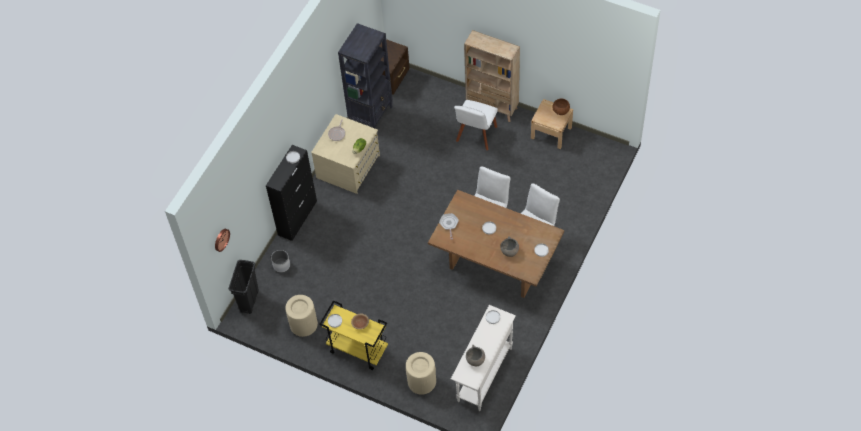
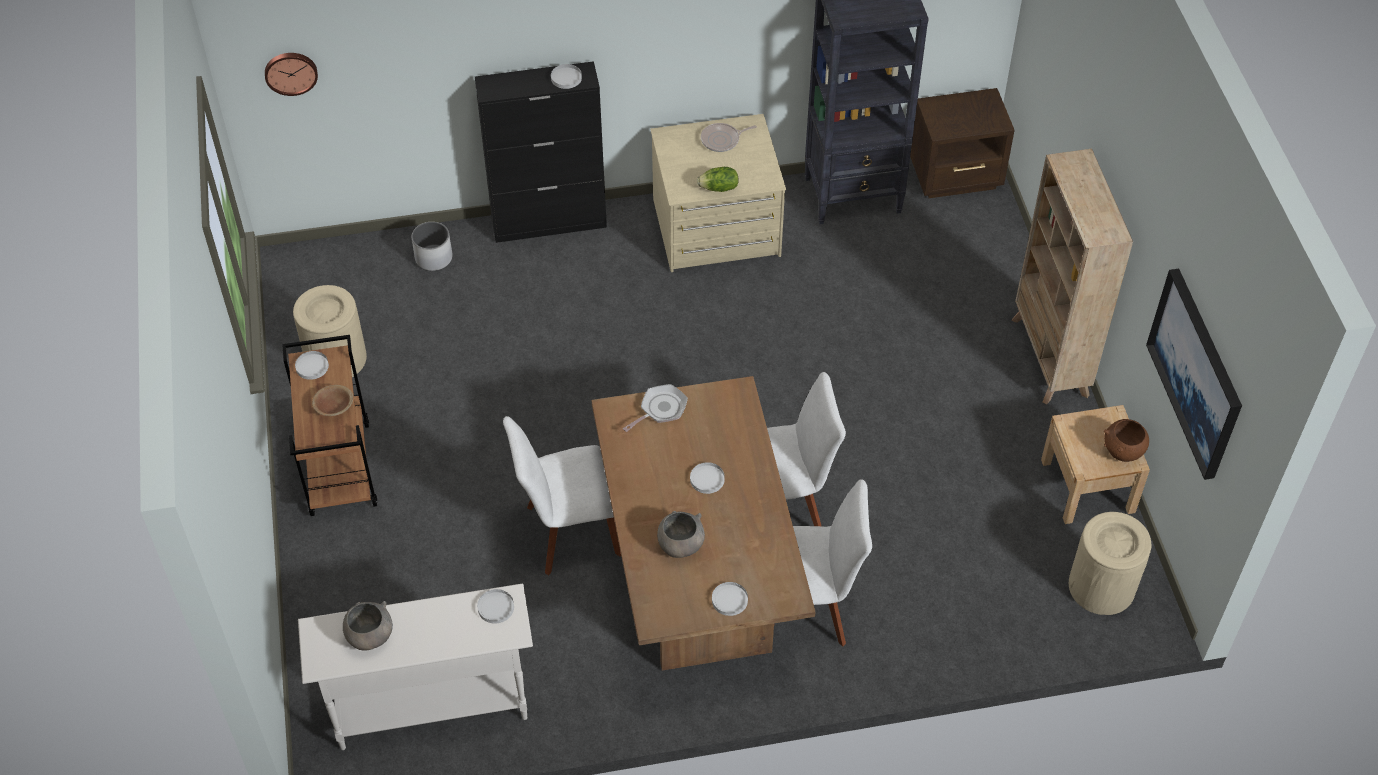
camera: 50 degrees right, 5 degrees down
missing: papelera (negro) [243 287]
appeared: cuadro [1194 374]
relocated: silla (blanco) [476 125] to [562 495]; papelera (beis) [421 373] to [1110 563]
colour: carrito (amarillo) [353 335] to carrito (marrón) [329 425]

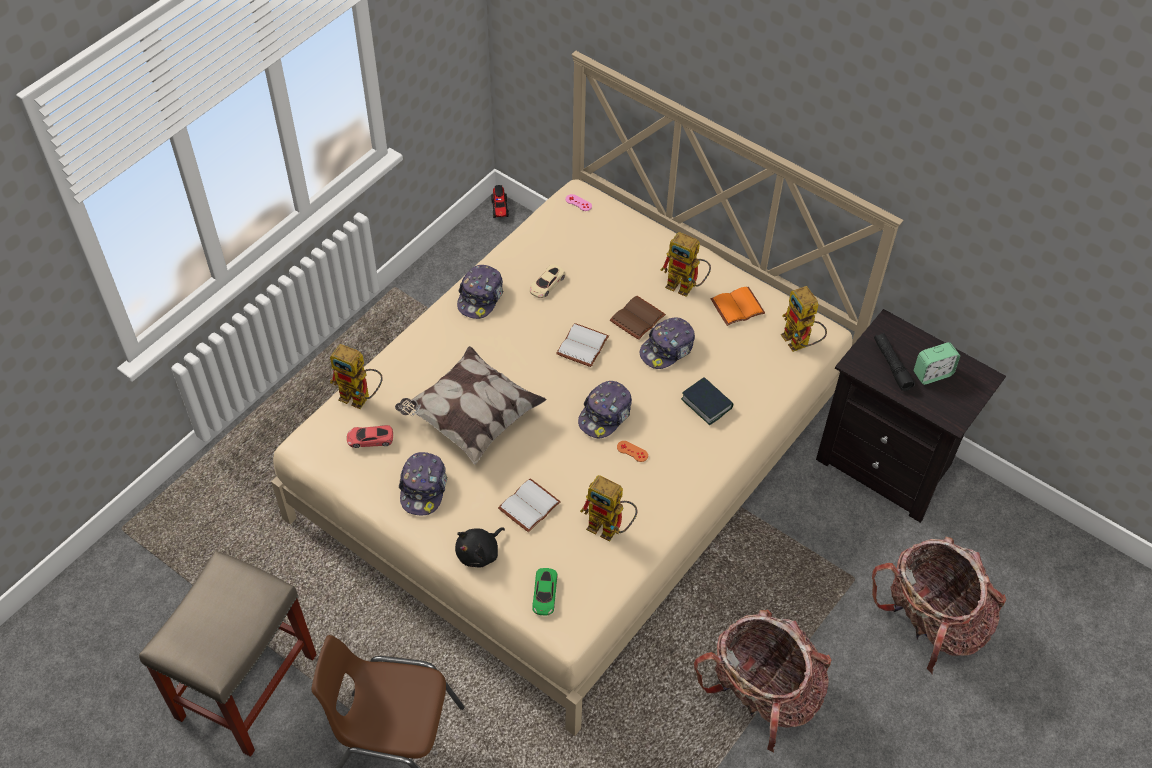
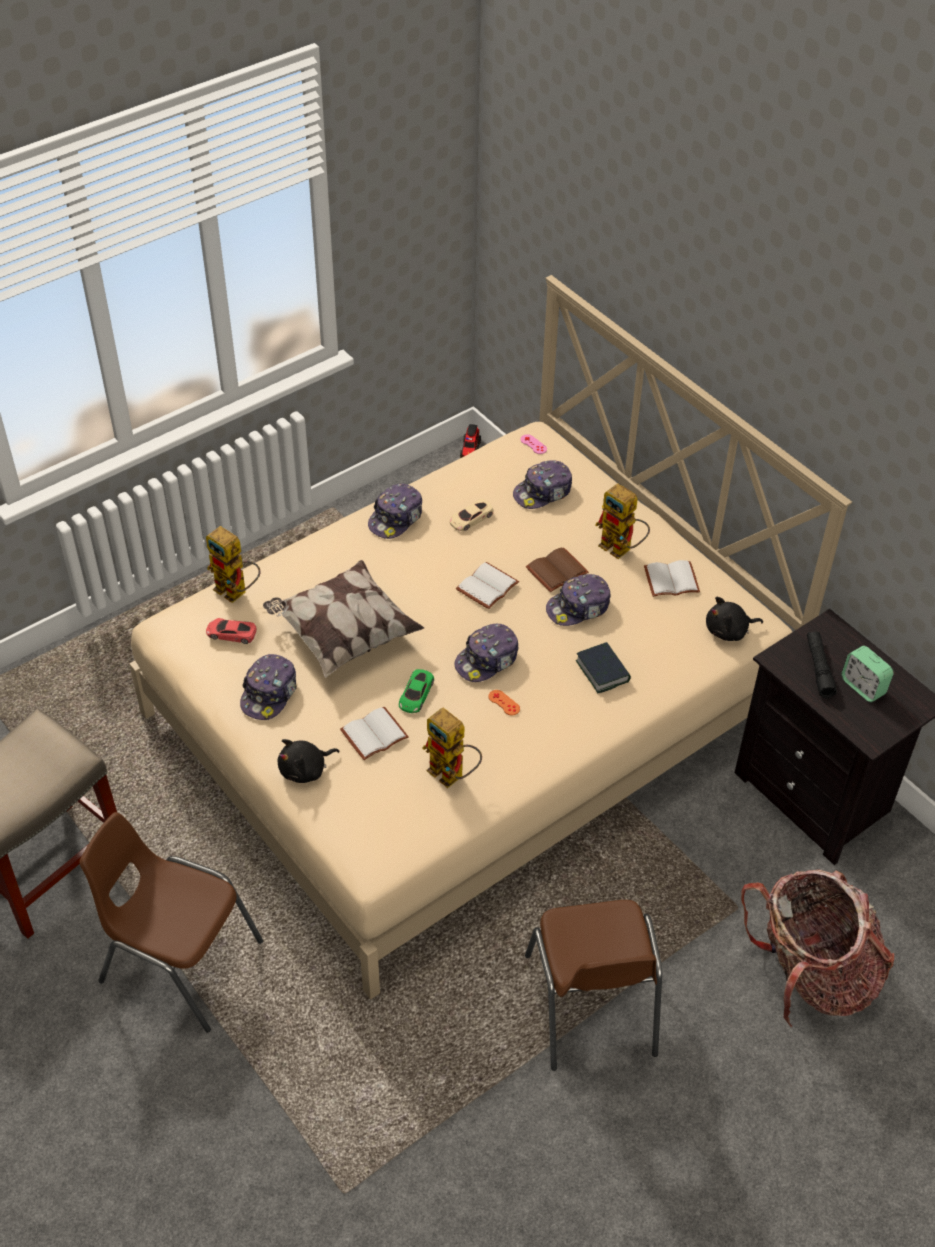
camera: 15 degrees right, 5 degrees down
appeared: gorra [542 484]
relocated: coche de juguete (verde) [544 592] to [416 691]
exchanged: robot de juguete [804 319] to peluche (negro) [734 619]; mochila [762 681] to silla (marrón) [593 985]
colour: libro (naranja) [738 306] to libro (blanco) [672 578]
spun: despertador [937 363] = [867 674] 60 degrees clockwise

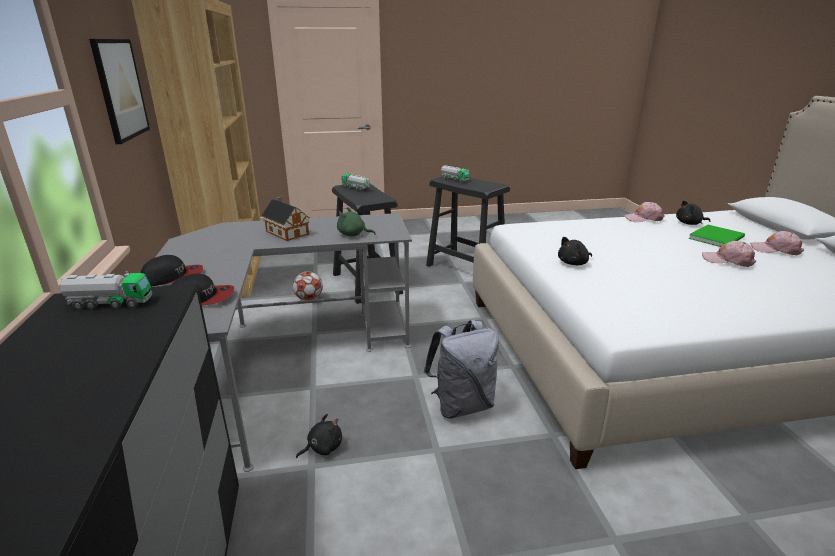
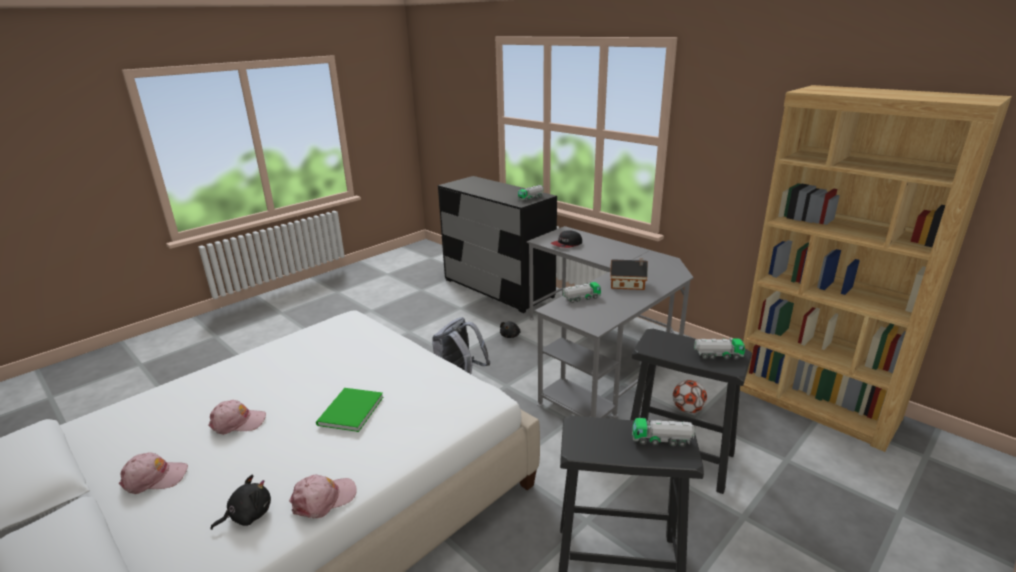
camera: 145 degrees right, 0 degrees up
missing: cuadro [119 91]; peluche (negro) [575 251]; gorra [172 270]
relocated: libro (verde) [716 236] to [349 410]
exchanged: peluche (verde) [356 222] to camión de juguete [582 292]

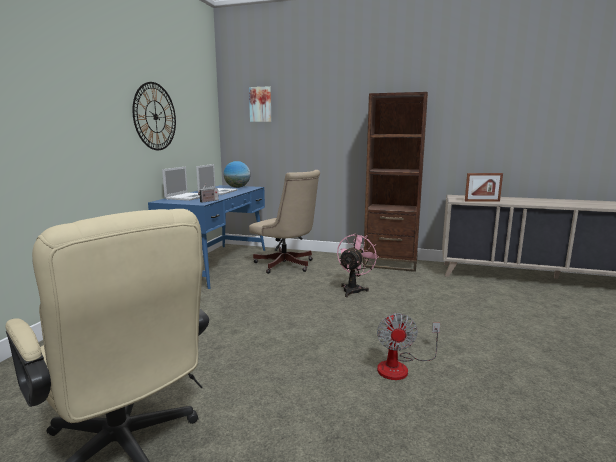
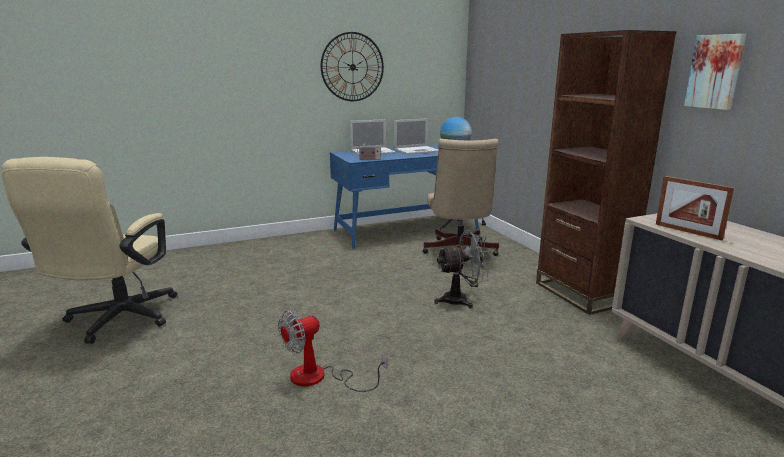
camera: 50 degrees right, 5 degrees up
relocated: cuadro [260 104] to [715 72]
colour: ventilador (rosa) [358 265] to ventilador (gris) [462 269]

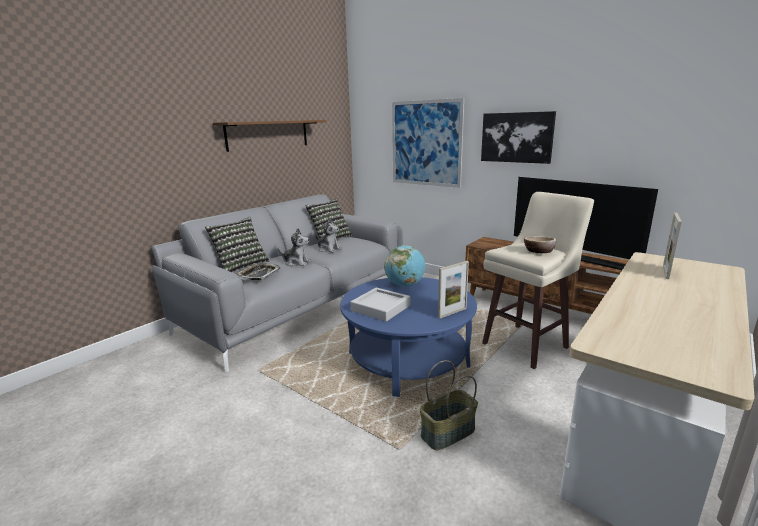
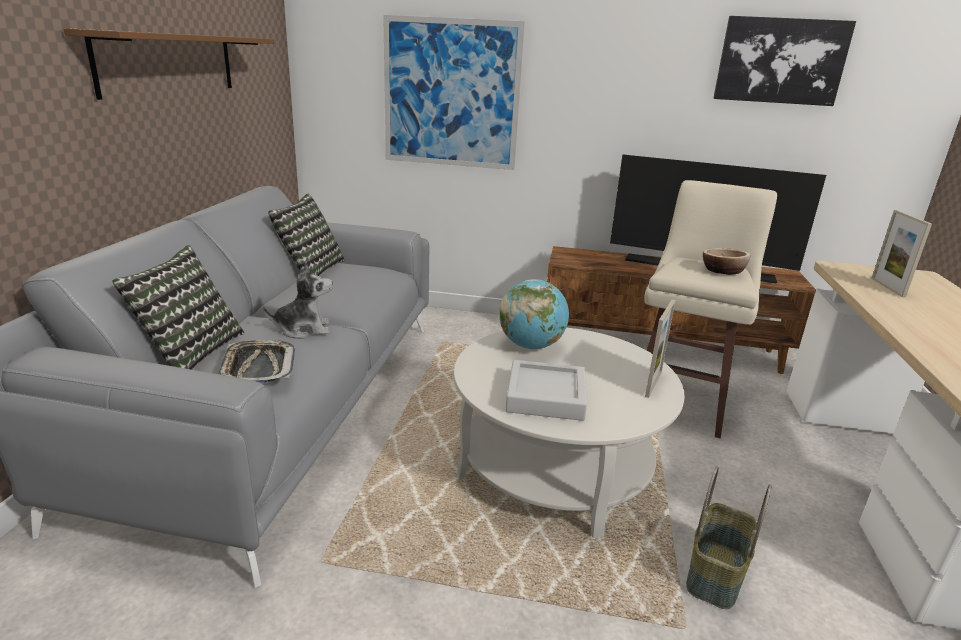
camera: 30 degrees left, 5 degrees up
missing: peluche [328 235]
relocated: cuadro [518 137] to [785 61]
colour: mesa de centro (azul) [408 337] to mesa de centro (blanco) [569 433]

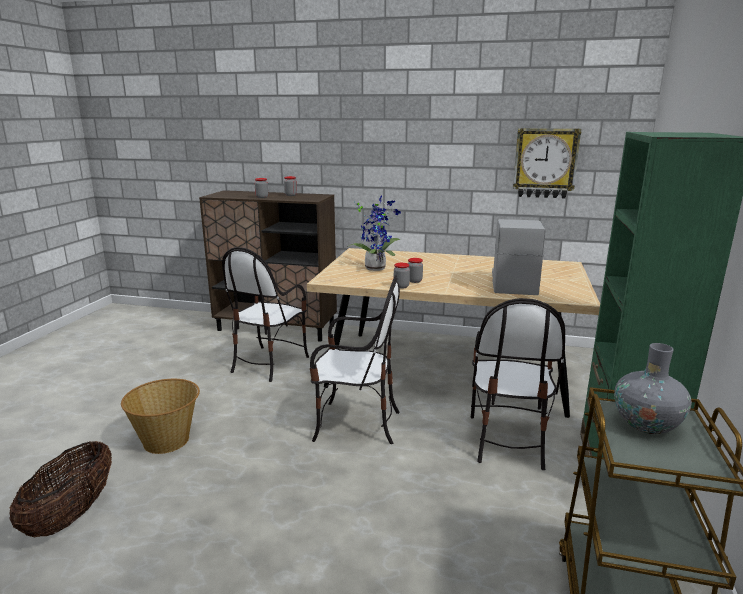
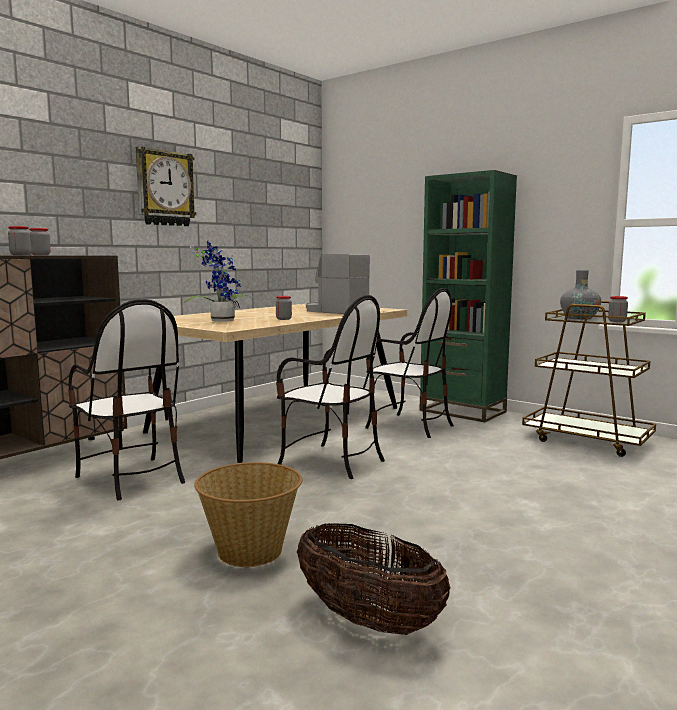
camera: 65 degrees left, 10 degrees down
relocated: reloj de pared [547 163] to [166 186]; tarro [402 276] to [618 309]
spun: silla [355 359] = [330 387] 90 degrees clockwise

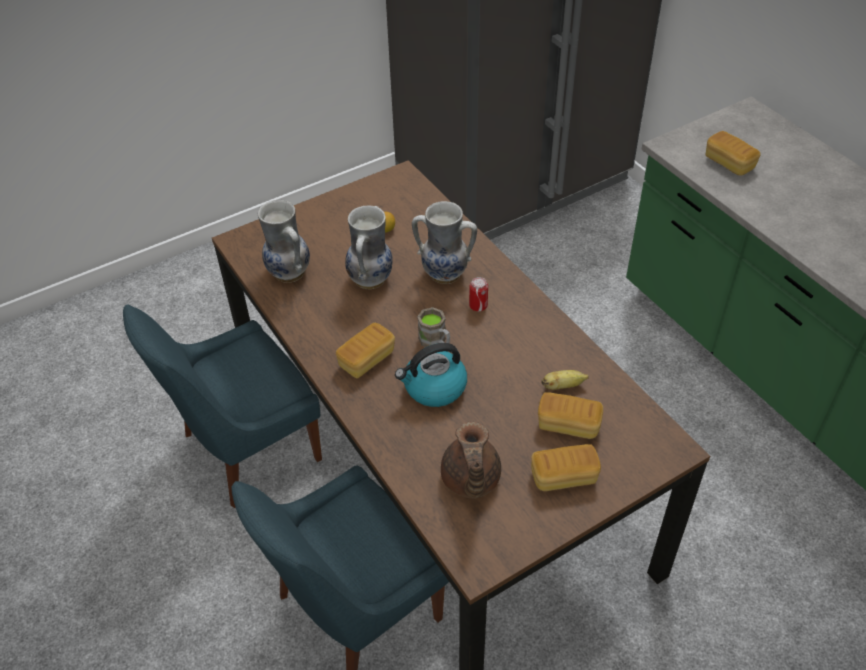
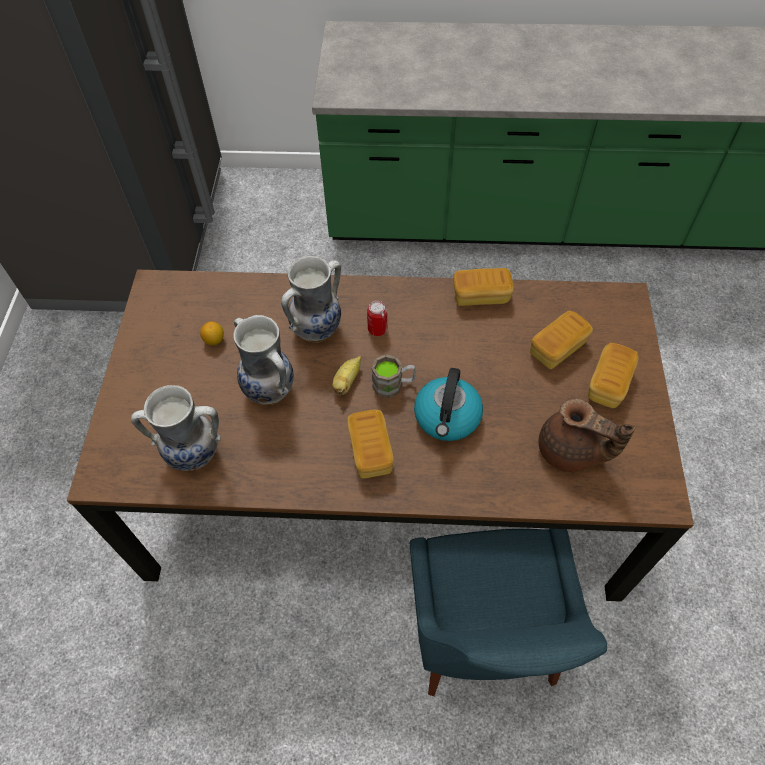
camera: 55 degrees left, 10 degrees up
missing: silla (azul) [222 406]
relocated: pan [733 153] to [483 287]; plátano [565 380] to [346 375]

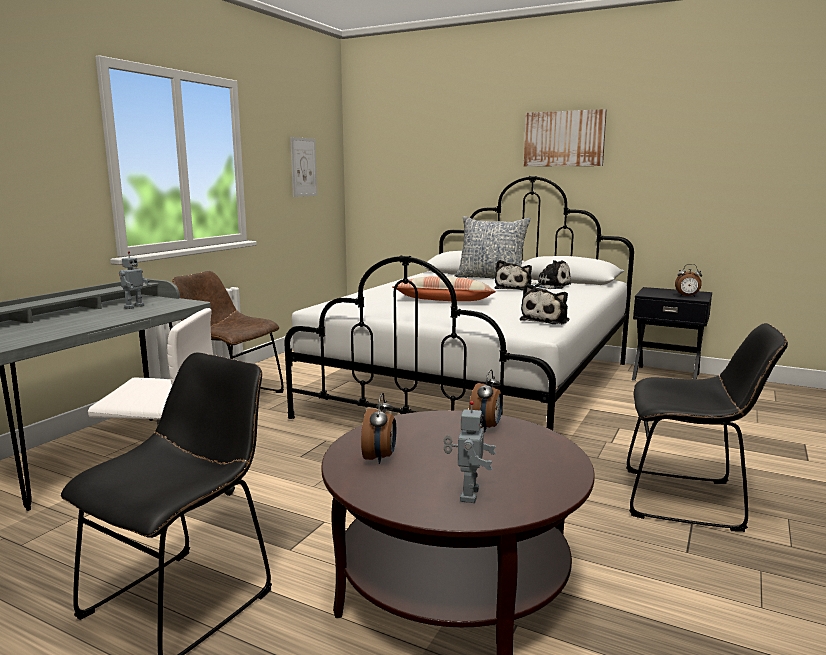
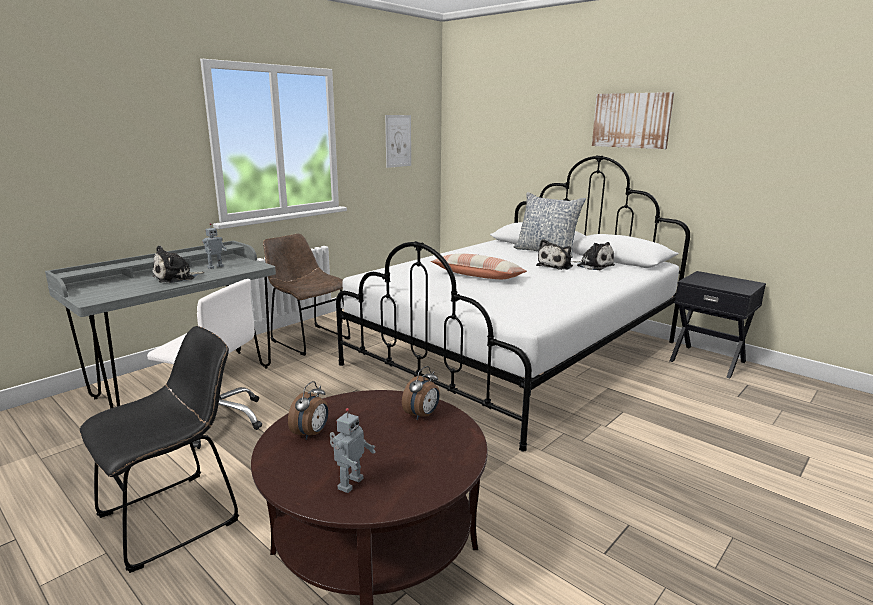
camera: 15 degrees right, 5 degrees up
missing: despertador [688 280]; silla (negro) [707 427]
relocated: peluche [544 304] to [178 264]

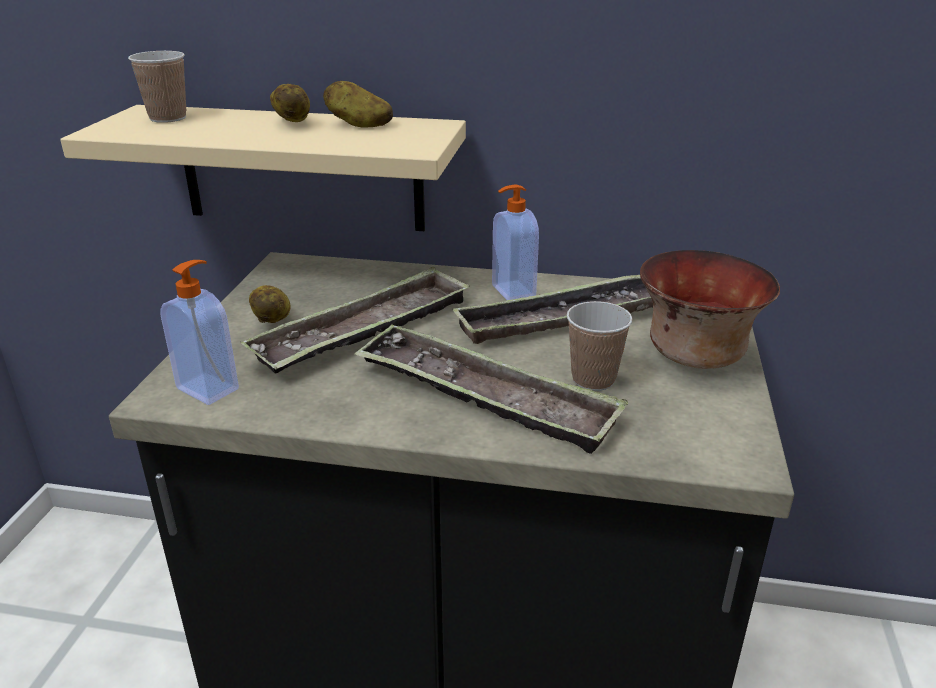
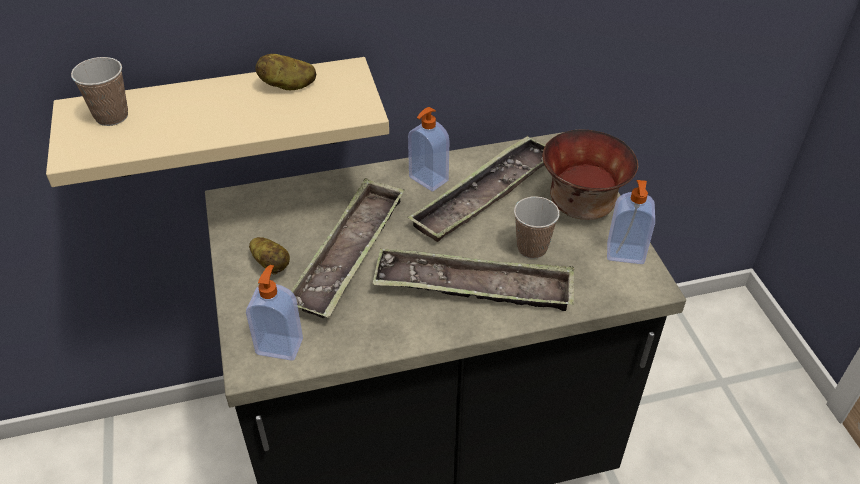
camera: 25 degrees left, 15 degrees up
missing: patata [290 103]
appeared: dispensador de jabón [631 222]

